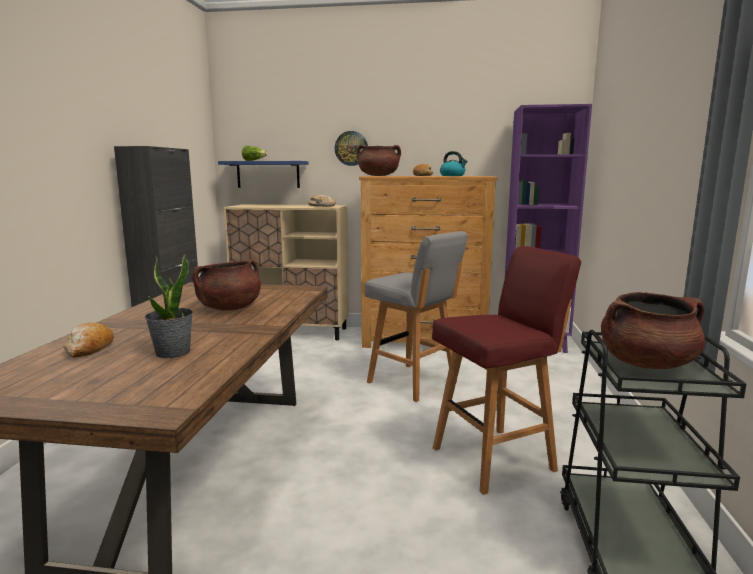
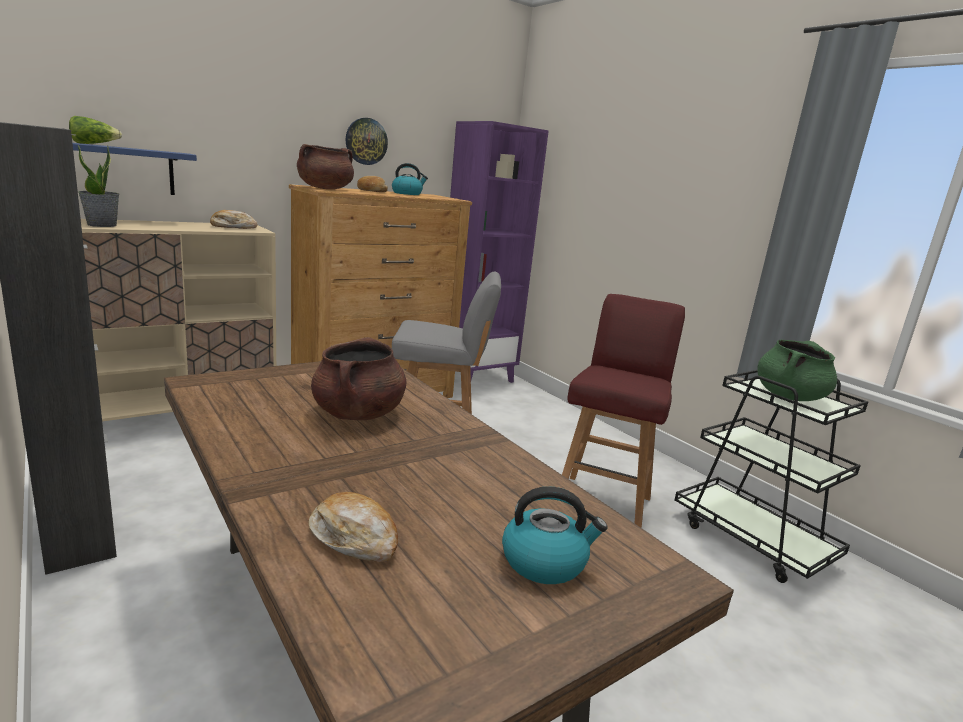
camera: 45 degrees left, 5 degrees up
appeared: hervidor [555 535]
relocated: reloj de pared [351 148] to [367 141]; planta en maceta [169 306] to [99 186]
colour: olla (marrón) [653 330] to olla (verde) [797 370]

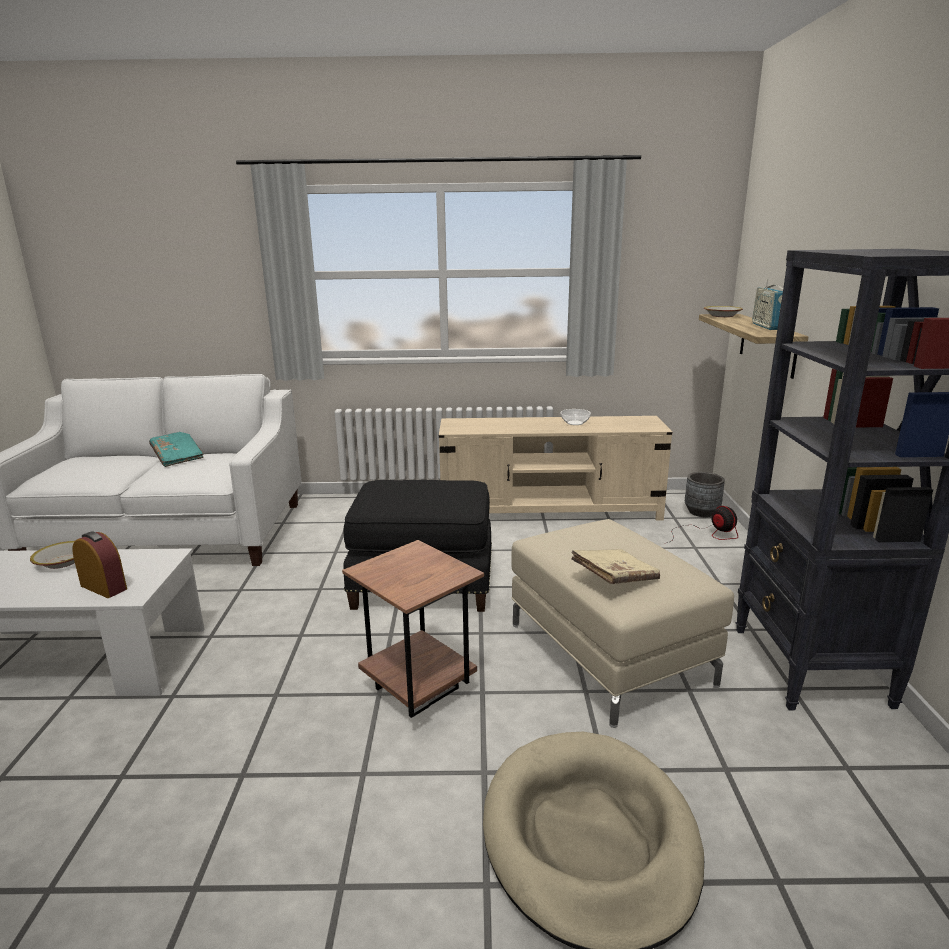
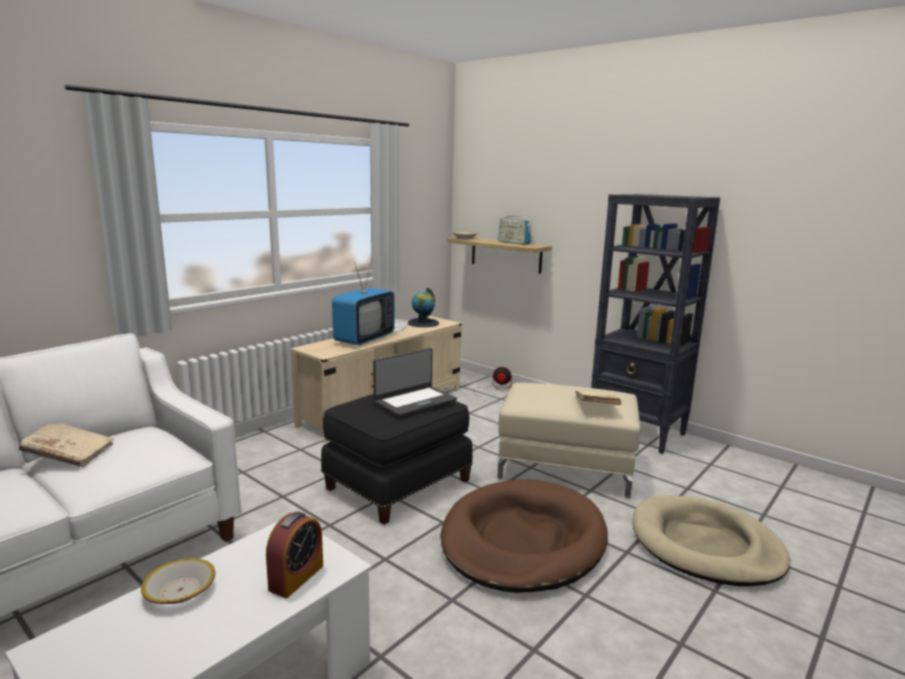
camera: 50 degrees left, 5 degrees down
missing: maceta (gris) [705 494]
appeared: televisor [363 302]; globo terráqueo [423 307]; portátil [415 382]
exchanged: mesa auxiliar (marrón) [413 629] to cama para perro (marrón) [524 536]
colour: libro (turquesa) [176 449] to libro (beis) [66 445]
spun: despertador [99 564] = [294 554] 135 degrees clockwise

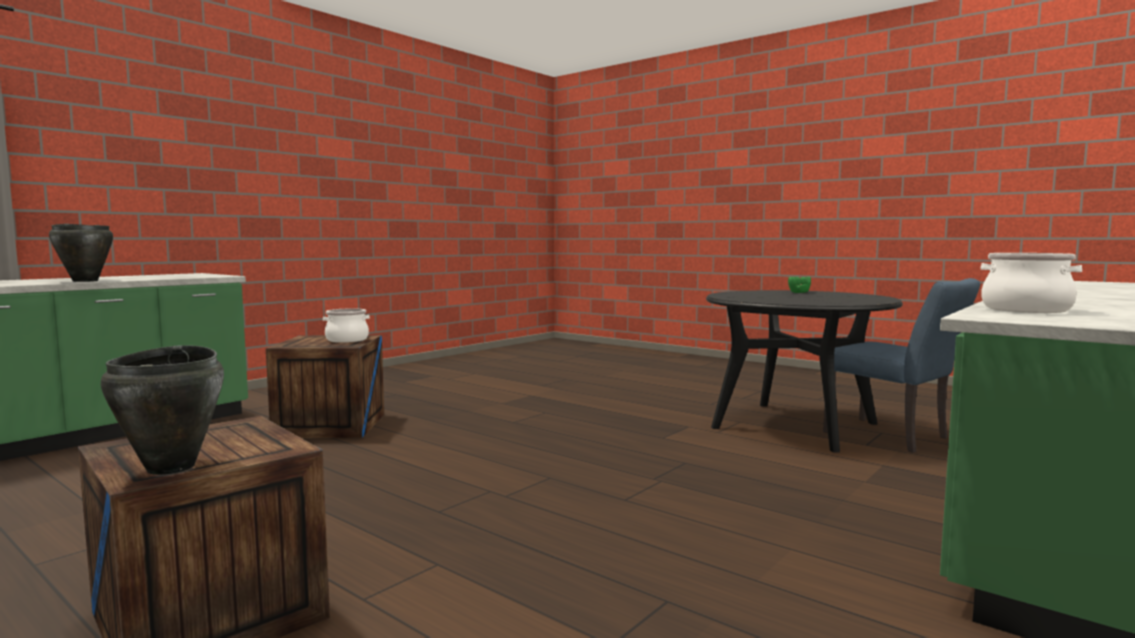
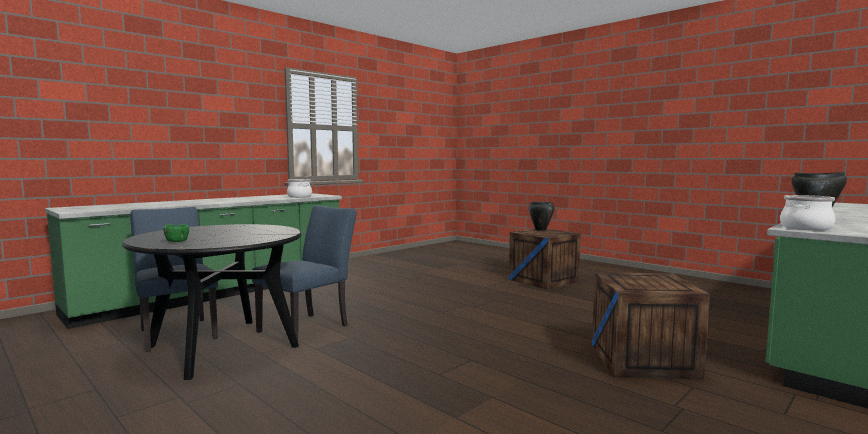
camera: 175 degrees left, 0 degrees up
appeared: silla (azul) [304 273]
relocated: olla [346 325] to [808 213]

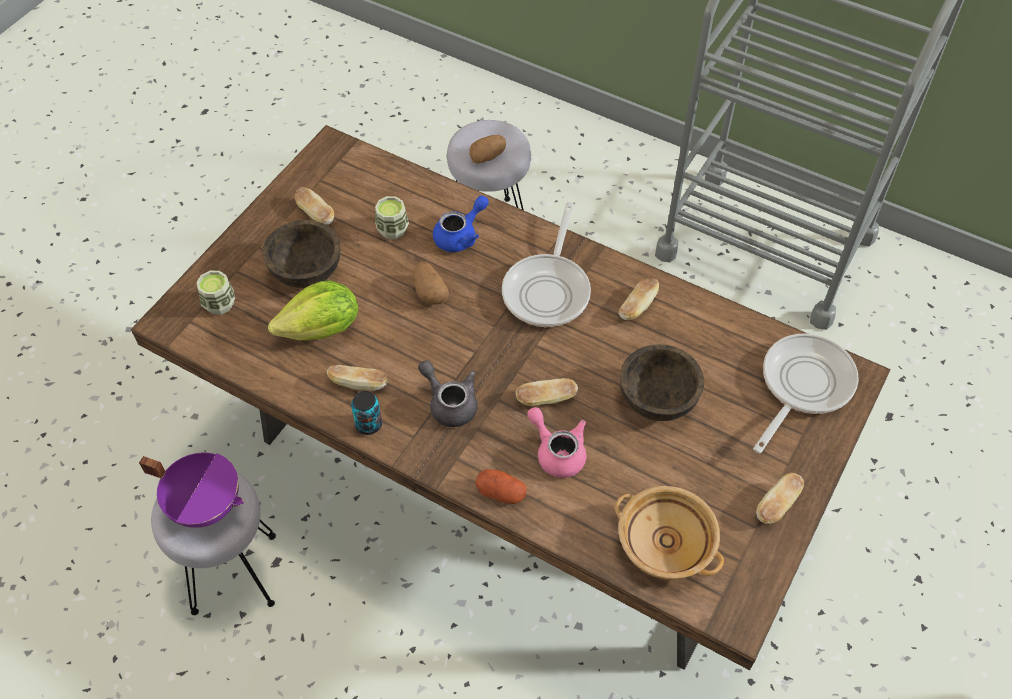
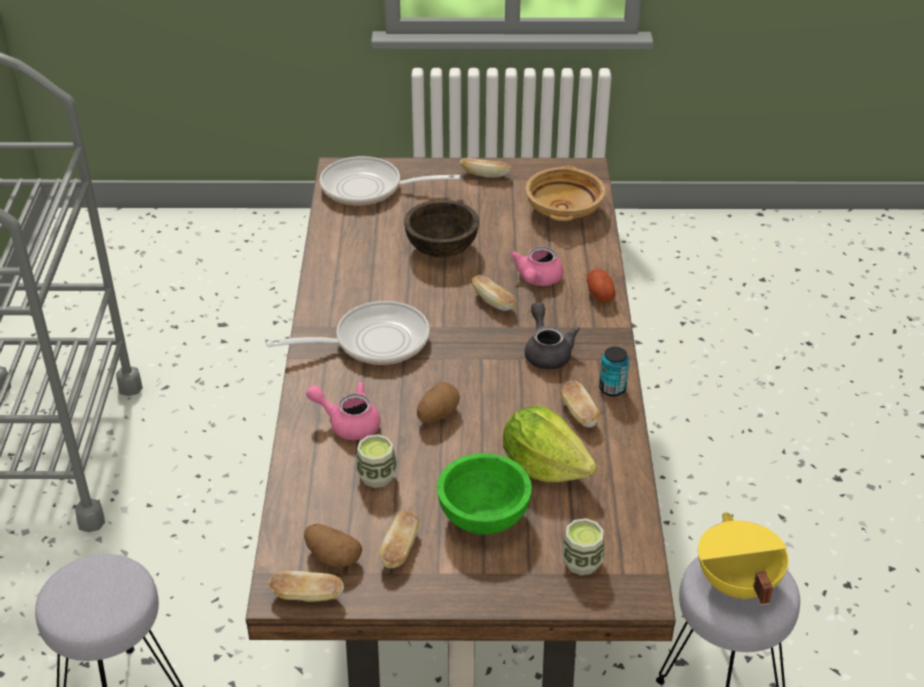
camera: 120 degrees left, 15 degrees down
relocated: patata [487 149] to [333 546]; pan [639 299] to [306 586]
colour: tetera (azul) [461 223] to tetera (rosa) [343 410]; cuenco (marrón) [301 254] to cuenco (verde) [484 494]; olla (morado) [191 490] to olla (amarillo) [743 558]
spun: tetera (gris) [447 393] = [552 335] 150 degrees clockwise

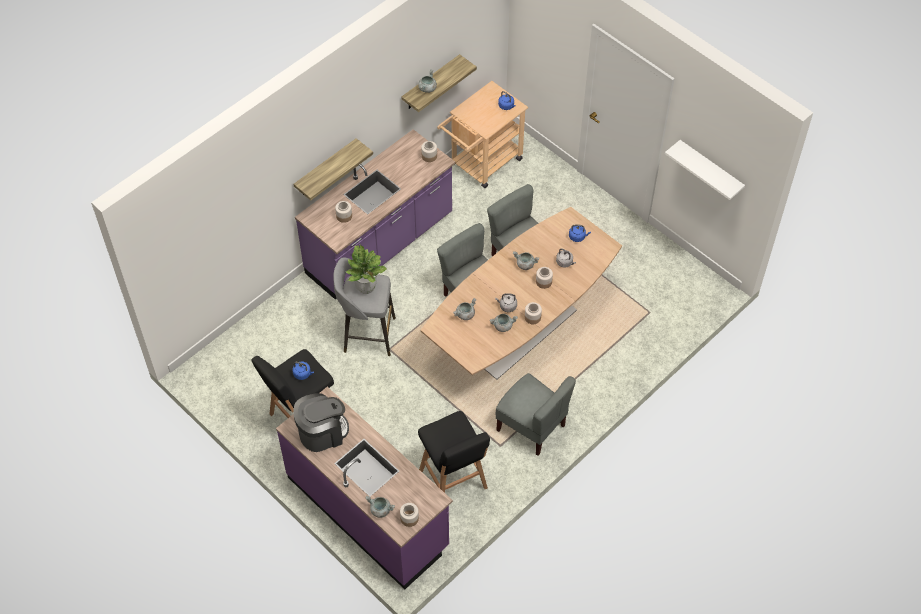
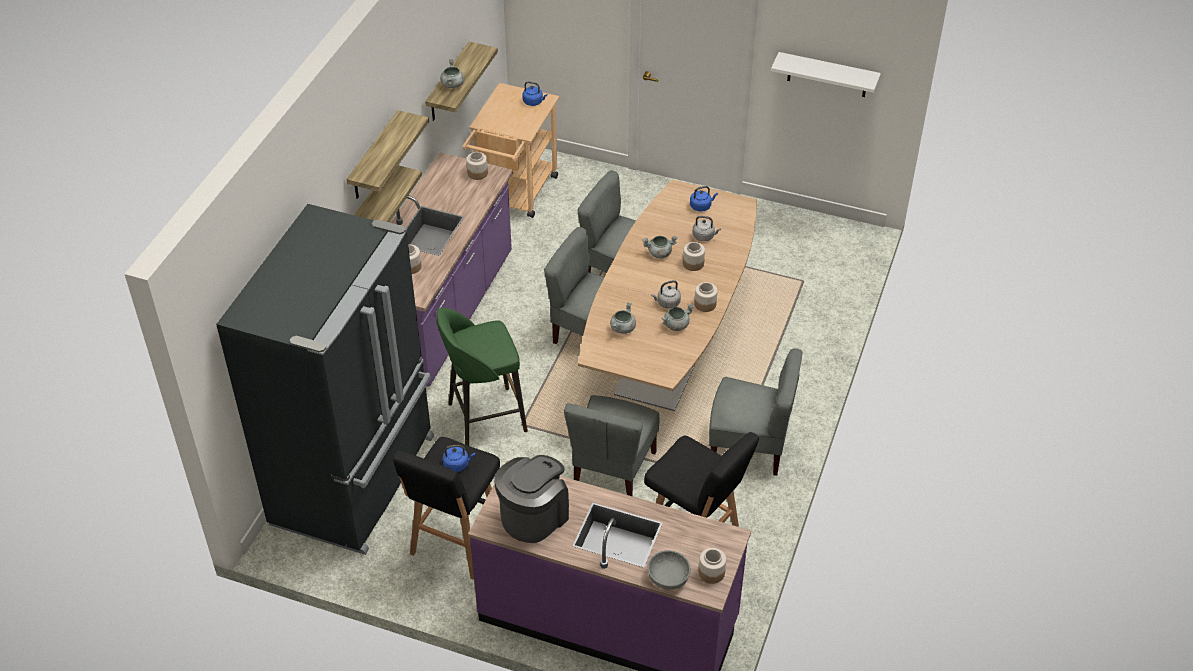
camera: 25 degrees left, 10 degrees down
missing: planta en maceta [366 269]
appeared: estante [387 154]; nevera (negro) [325 379]; silla (gris) [612 446]
exchanged: olla (gris) [380 507] to cuenco (gris) [669 570]
colour: taburete (gris) [365 306] to taburete (verde) [482 377]

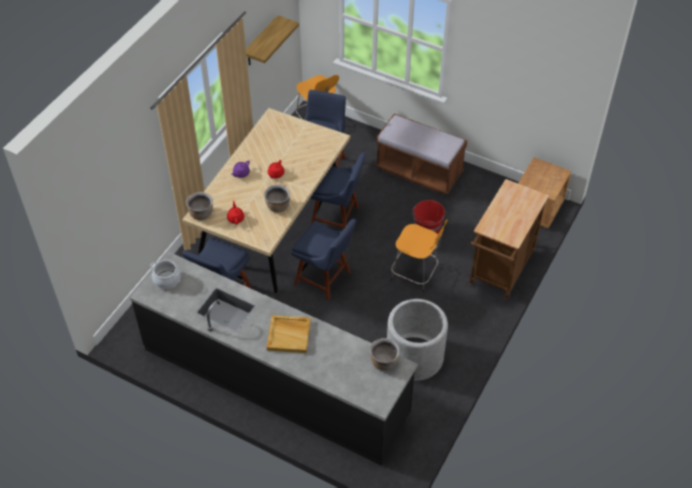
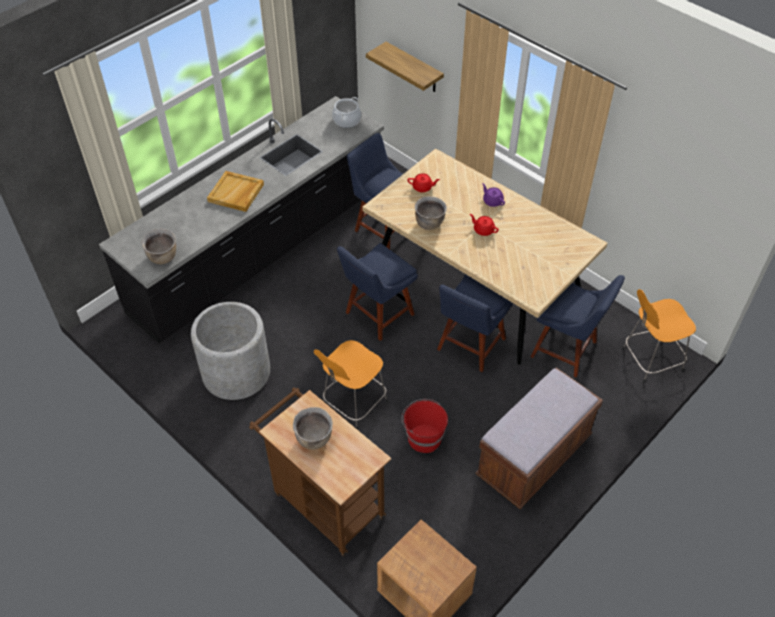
camera: 105 degrees right, 0 degrees up
relocated: estante [272 40] to [405 67]; olla (marrón) [199 206] to [313 428]

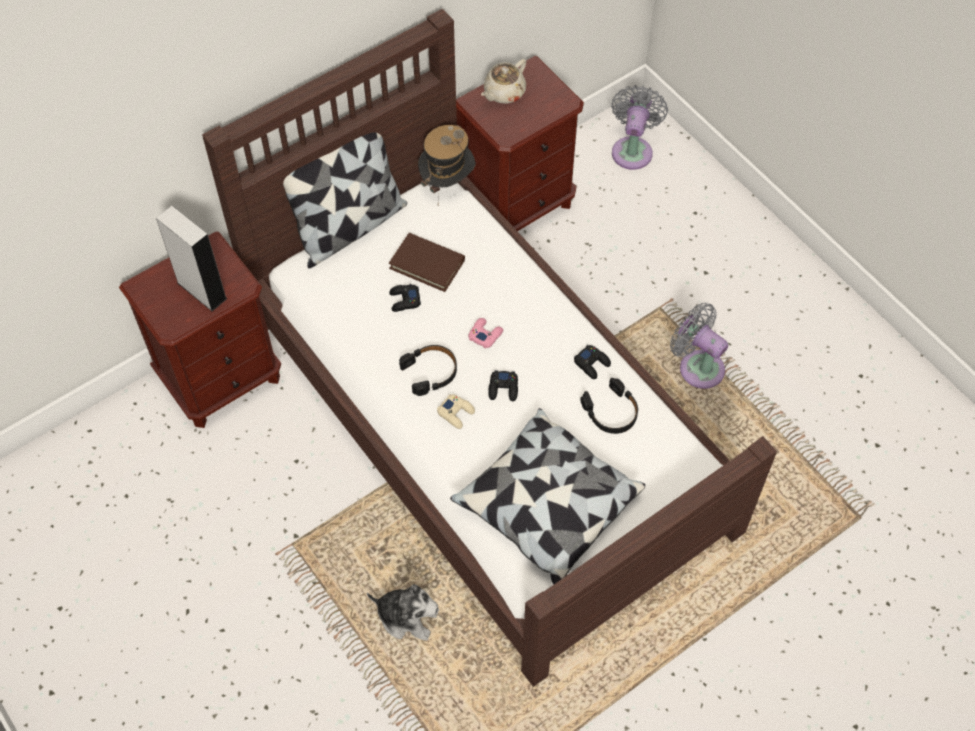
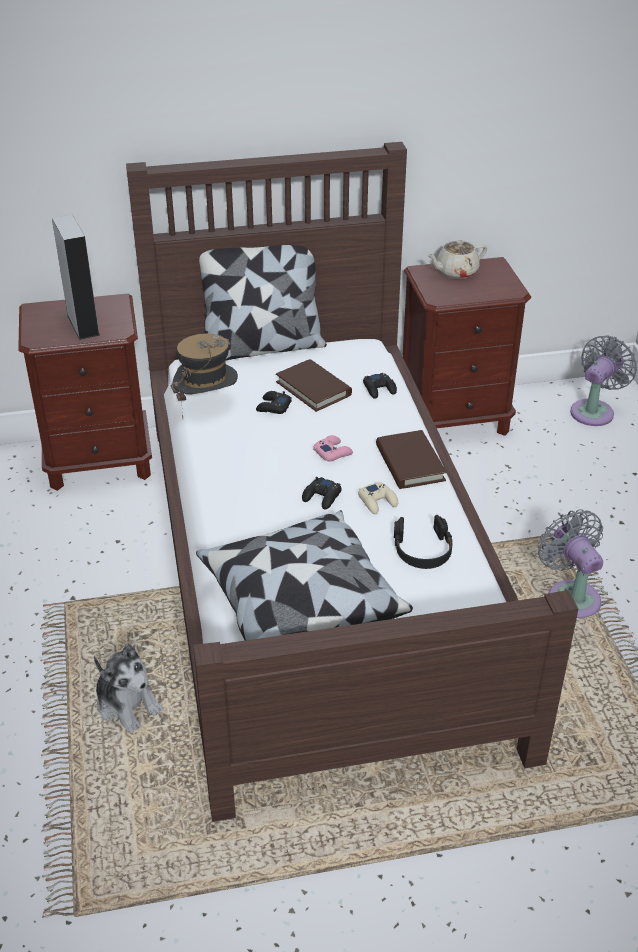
camera: 25 degrees right, 20 degrees down
missing: auriculares (negro) [428 370]
appeared: libro (marrón) [411 459]
relocated: sombrero [447 165] to [204 375]; mando de consola (negro) [592 362] to [380 386]; mando de consola (beis) [456 411] to [378 498]

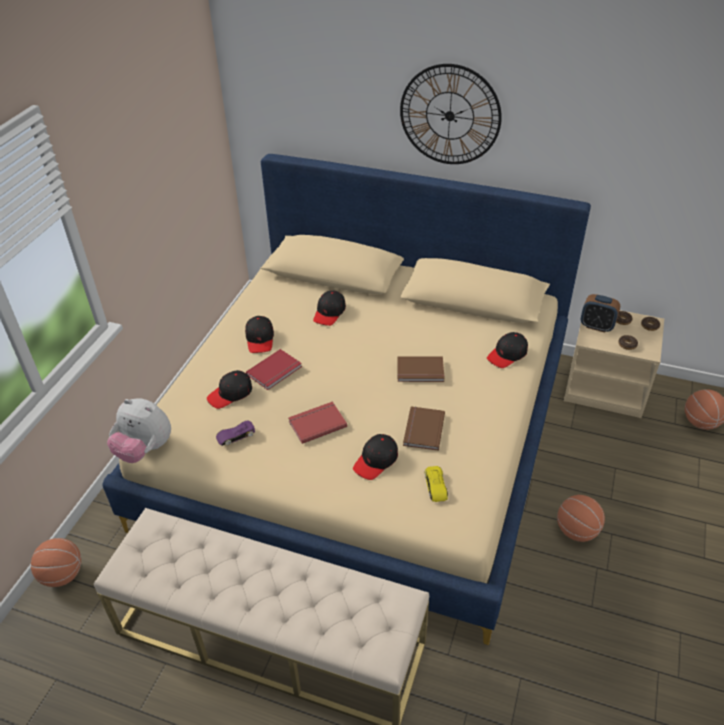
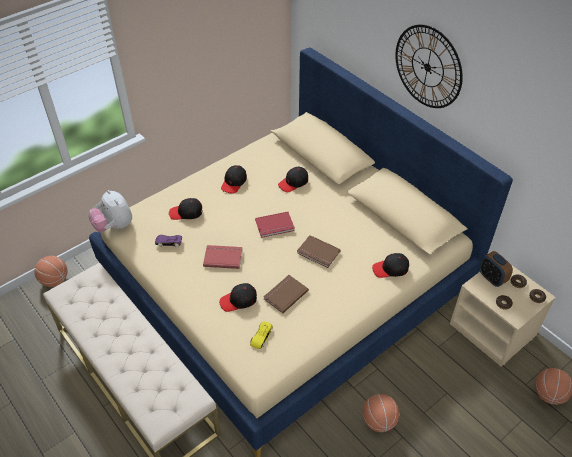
camera: 30 degrees right, 5 degrees up
relocated: libro (rojo) [274 369] to [275 225]

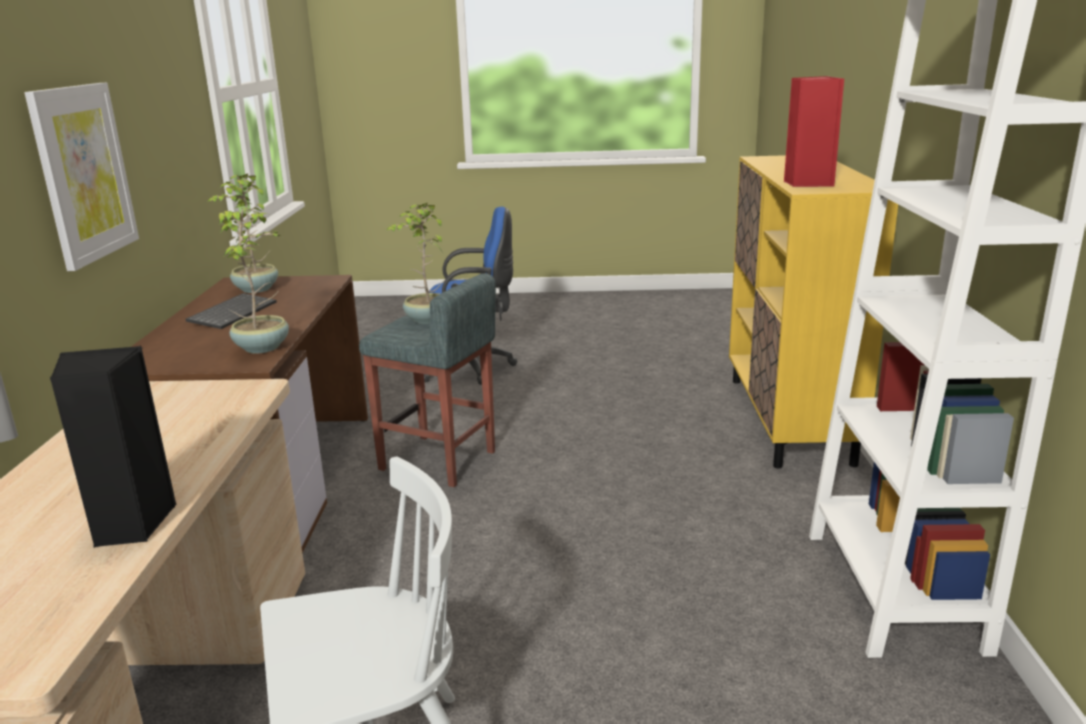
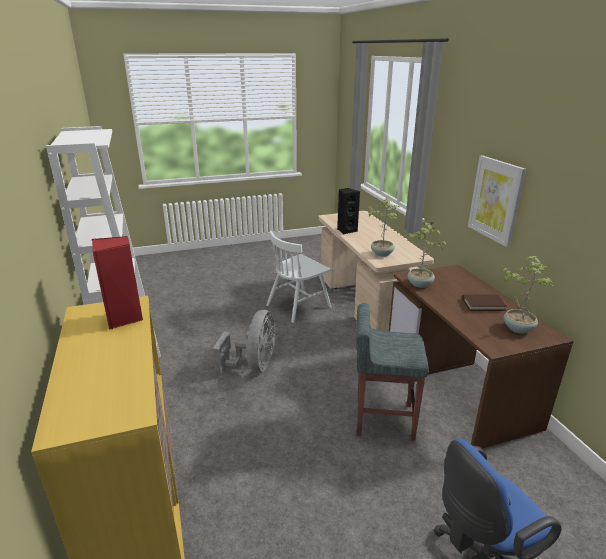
camera: 160 degrees right, 5 degrees up
appeared: ventilador (gris) [244 343]
relocated: planta en maceta [414 263] to [383 227]
exchanged: teclado [231 311] to libro (marrón) [484 302]

